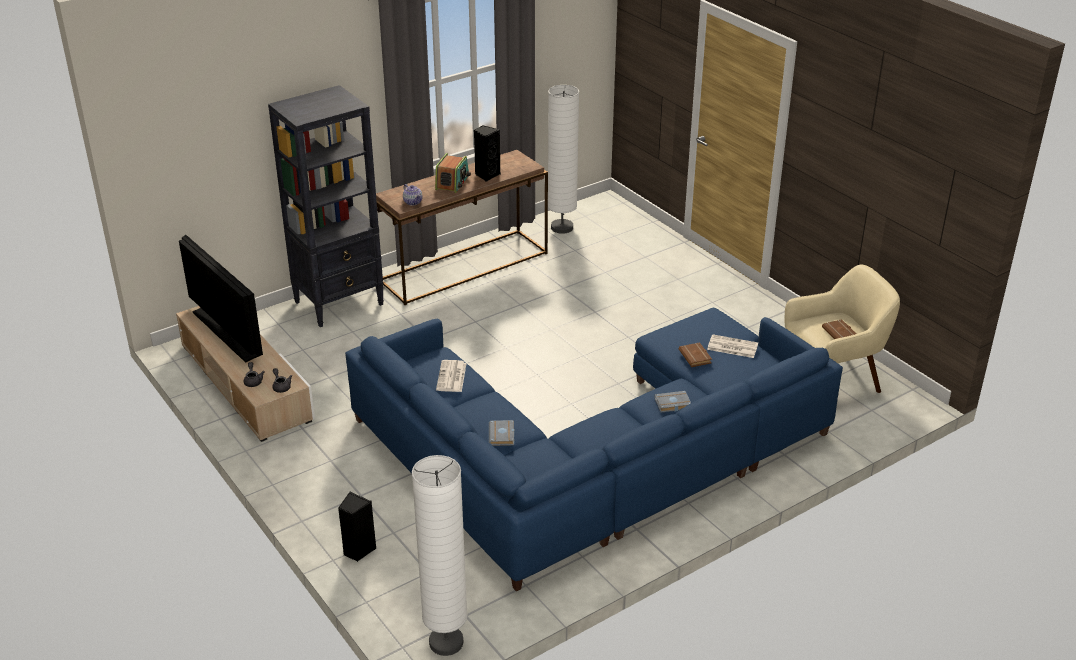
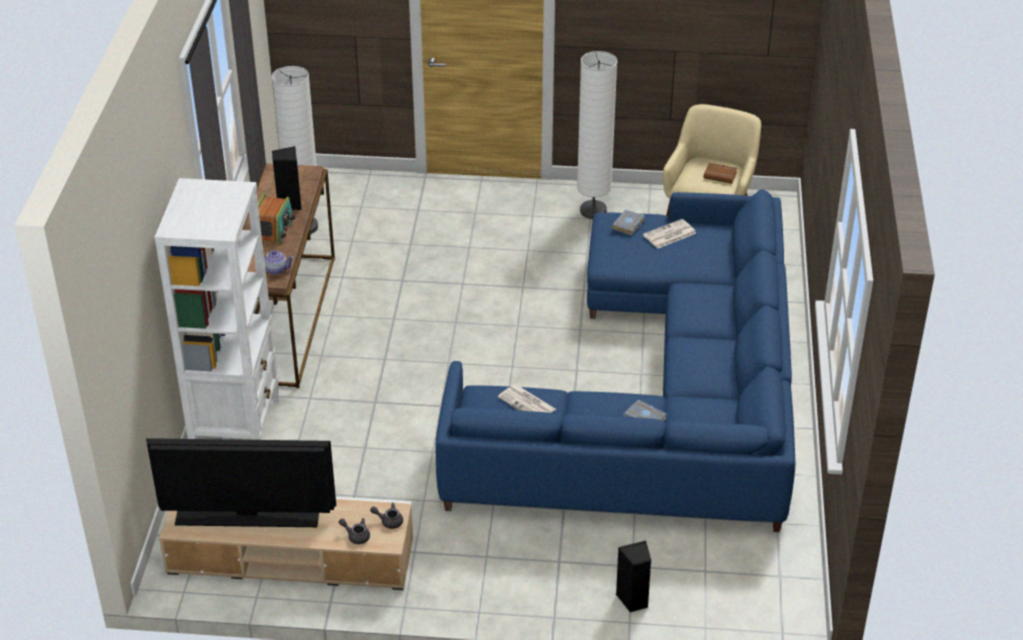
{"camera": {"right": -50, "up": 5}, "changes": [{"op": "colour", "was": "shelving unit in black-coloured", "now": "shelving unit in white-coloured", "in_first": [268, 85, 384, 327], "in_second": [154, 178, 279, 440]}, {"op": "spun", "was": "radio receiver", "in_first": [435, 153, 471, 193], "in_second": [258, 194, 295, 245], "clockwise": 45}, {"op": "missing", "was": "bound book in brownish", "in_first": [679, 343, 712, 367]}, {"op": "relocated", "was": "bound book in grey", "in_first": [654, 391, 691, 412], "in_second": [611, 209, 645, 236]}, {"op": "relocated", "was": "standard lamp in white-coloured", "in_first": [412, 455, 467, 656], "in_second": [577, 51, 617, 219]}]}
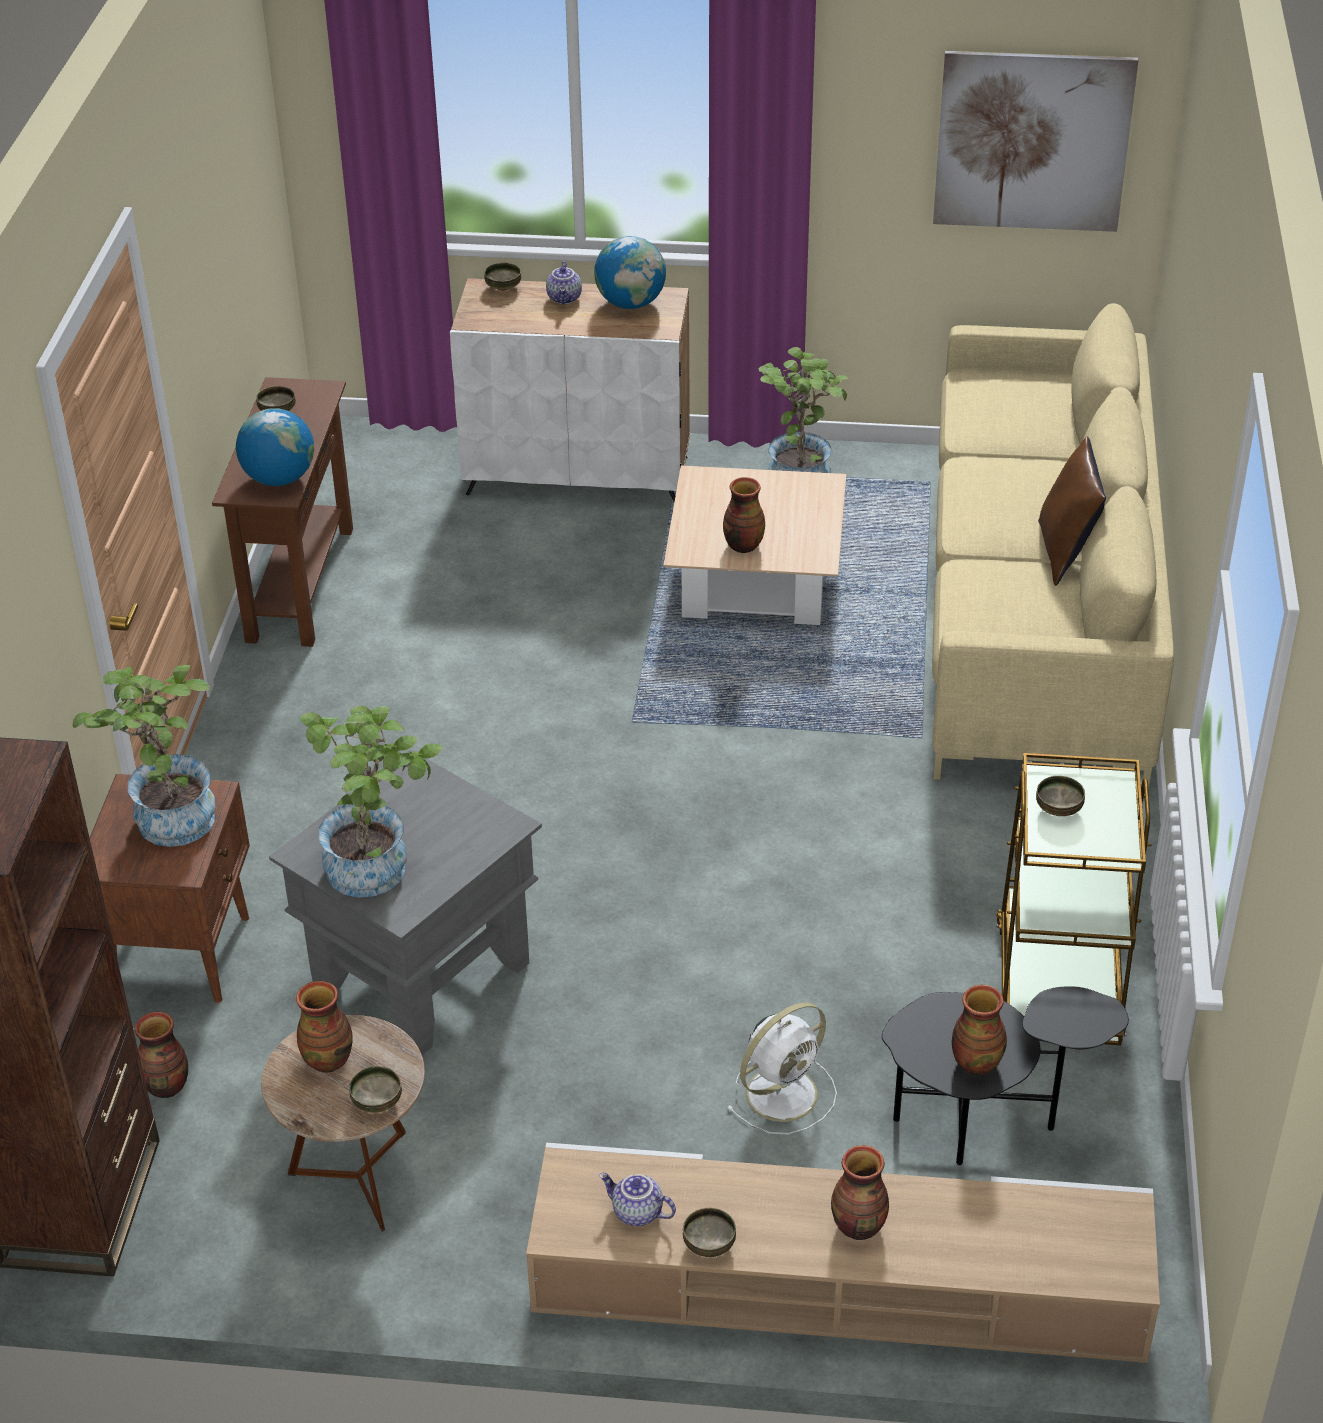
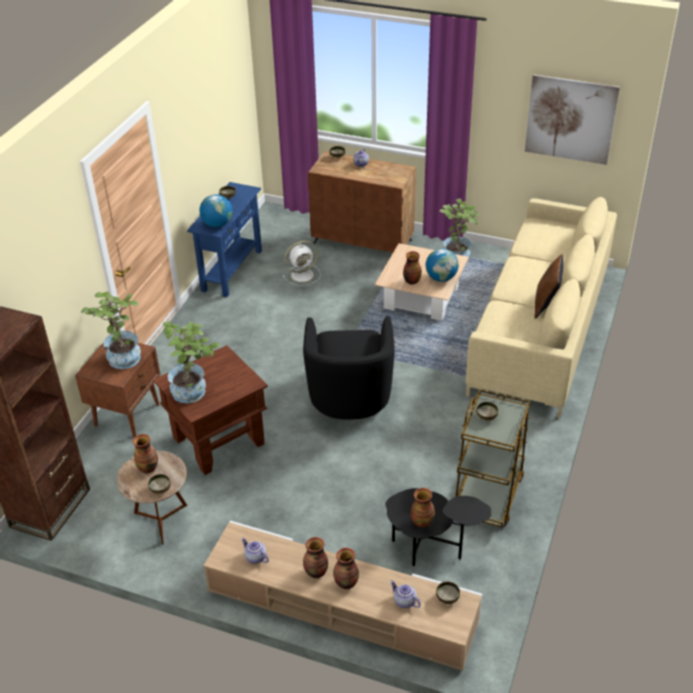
{"camera": {"right": 15, "up": 0}, "changes": [{"op": "relocated", "was": "desk globe", "in_first": [594, 236, 666, 309], "in_second": [426, 249, 458, 282]}, {"op": "colour", "was": "cabinet in white-coloured", "now": "cabinet in brownish", "in_first": [450, 278, 690, 501], "in_second": [308, 151, 416, 253]}, {"op": "colour", "was": "narrow table in brownish", "now": "narrow table in bluish", "in_first": [212, 377, 353, 647], "in_second": [187, 182, 262, 297]}, {"op": "colour", "was": "accent table in grey", "now": "accent table in brownish", "in_first": [269, 750, 542, 1056], "in_second": [153, 345, 268, 475]}, {"op": "relocated", "was": "fan in white-coloured", "in_first": [726, 1002, 837, 1135], "in_second": [283, 241, 321, 286]}, {"op": "relocated", "was": "vase", "in_first": [135, 1012, 188, 1098], "in_second": [303, 537, 328, 578]}, {"op": "relocated", "was": "deep dish", "in_first": [683, 1208, 736, 1257], "in_second": [436, 581, 460, 604]}, {"op": "appeared", "now": "armchair in black-coloured", "in_second": [303, 316, 395, 420]}, {"op": "appeared", "now": "tea pot", "in_second": [390, 581, 421, 608]}]}
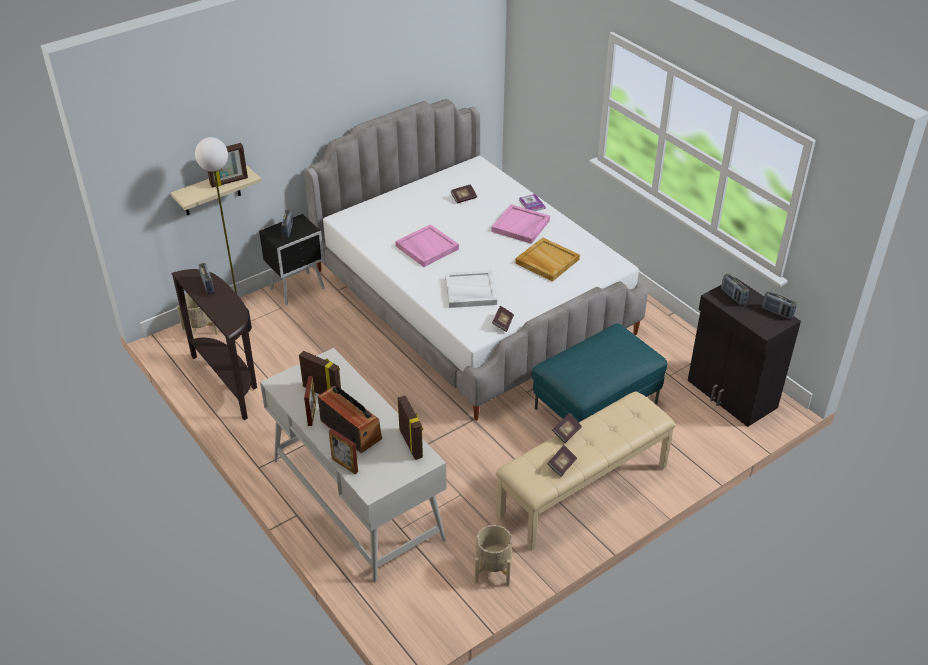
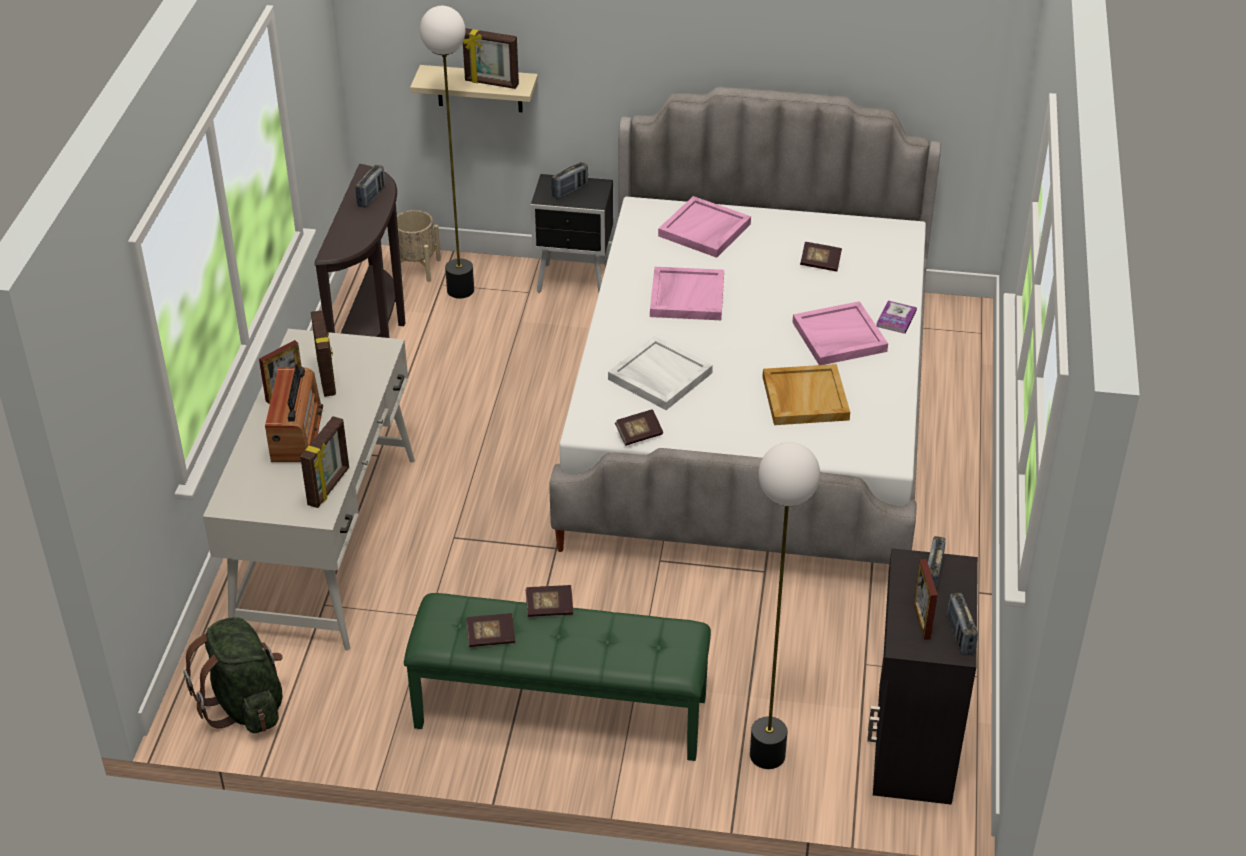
{"camera": {"right": 45, "up": 0}, "changes": [{"op": "missing", "was": "ottoman in turquoise-coloured", "in_first": [532, 324, 667, 422]}, {"op": "colour", "was": "indoor bench in beige-coloured", "now": "indoor bench in greenish", "in_first": [496, 391, 676, 551], "in_second": [404, 593, 711, 761]}, {"op": "relocated", "was": "standing frame", "in_first": [329, 429, 358, 474], "in_second": [913, 559, 938, 640]}, {"op": "missing", "was": "flower pot in beige-coloured", "in_first": [475, 525, 512, 586]}, {"op": "appeared", "now": "tray in pinkish", "in_second": [658, 196, 751, 258]}, {"op": "appeared", "now": "standard lamp", "in_second": [750, 442, 820, 769]}, {"op": "appeared", "now": "rucksack in greenish", "in_second": [184, 617, 283, 733]}]}
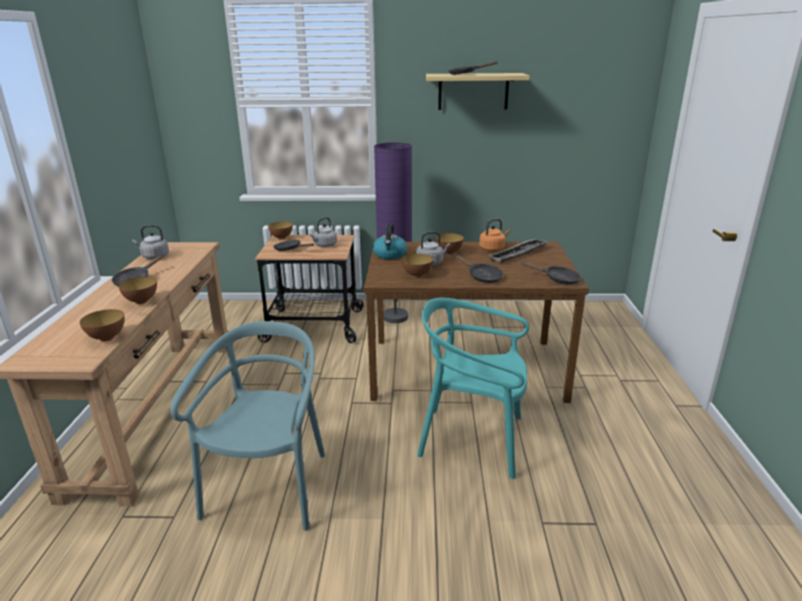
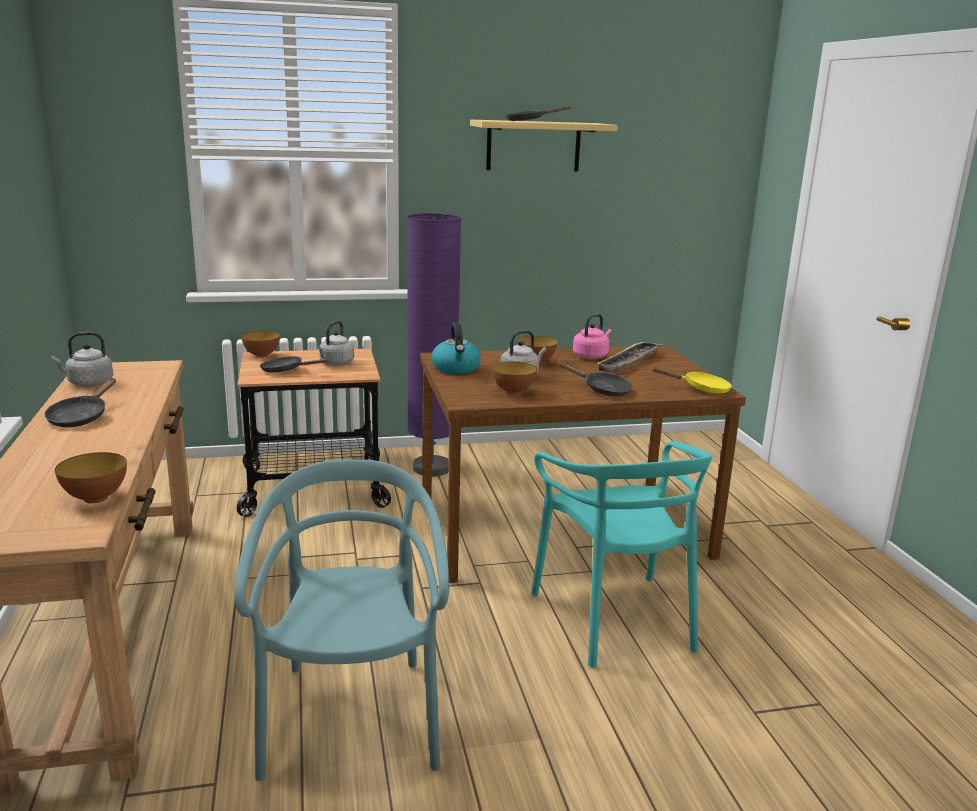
{"camera": {"right": -15, "up": -5}, "changes": [{"op": "colour", "was": "water kettle in orange-coloured", "now": "water kettle in pinkish", "in_first": [479, 218, 510, 251], "in_second": [573, 314, 612, 359]}, {"op": "colour", "was": "pan in black-coloured", "now": "pan in yellow-coloured", "in_first": [522, 262, 581, 285], "in_second": [651, 367, 732, 394]}, {"op": "missing", "was": "deep dish", "in_first": [119, 277, 157, 304]}, {"op": "spun", "was": "plain chair in turquoise-coloured", "in_first": [417, 298, 529, 479], "in_second": [531, 441, 713, 668], "clockwise": -105}]}
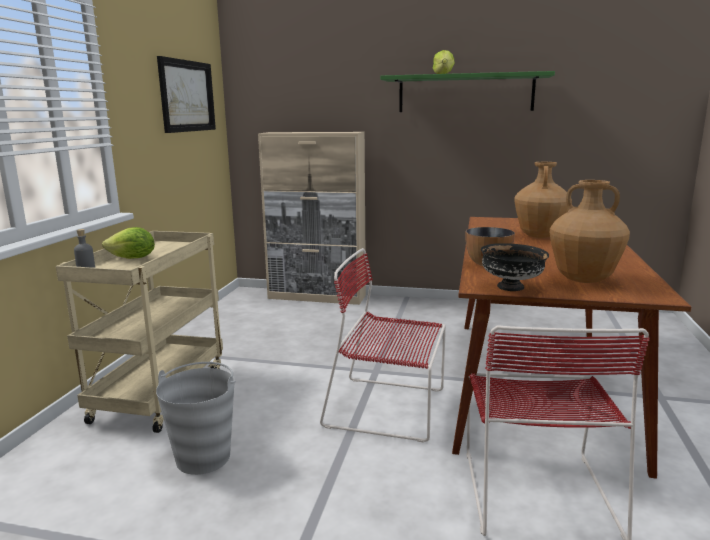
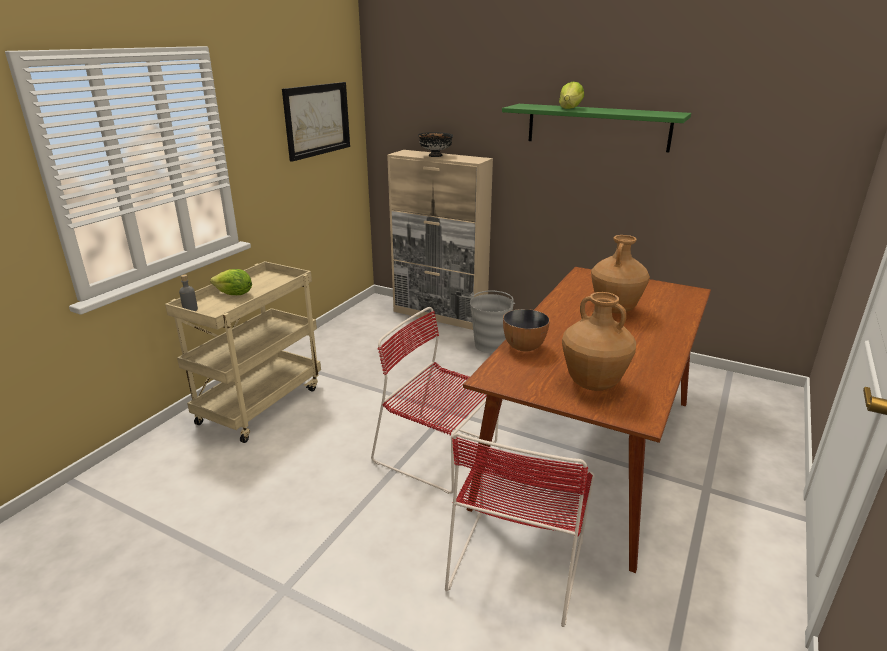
{"camera": {"right": 15, "up": 10}, "changes": [{"op": "relocated", "was": "deep dish in black-coloured", "in_first": [481, 243, 549, 291], "in_second": [418, 132, 453, 157]}, {"op": "relocated", "was": "pail in grey", "in_first": [156, 362, 236, 475], "in_second": [470, 291, 515, 353]}]}
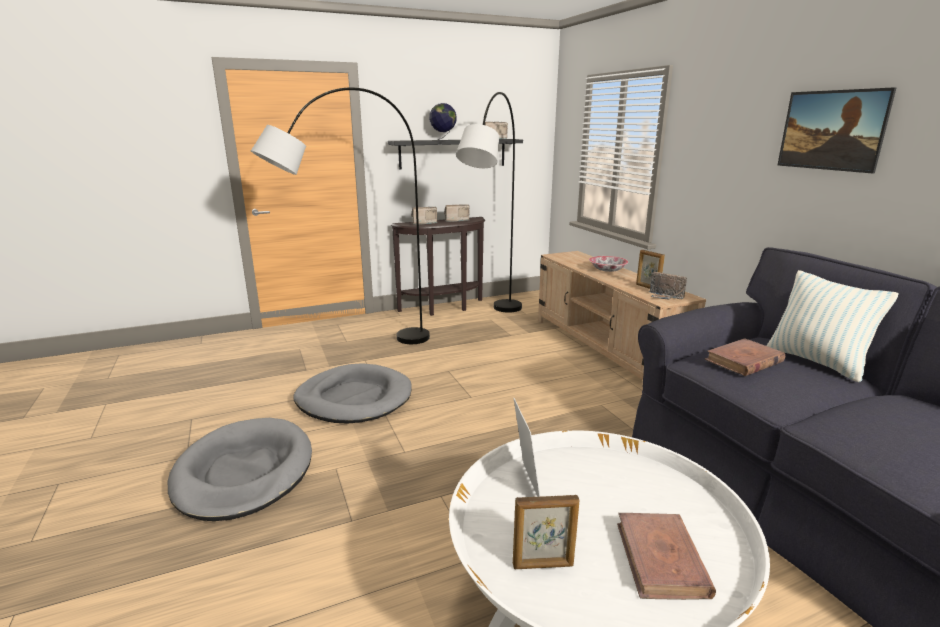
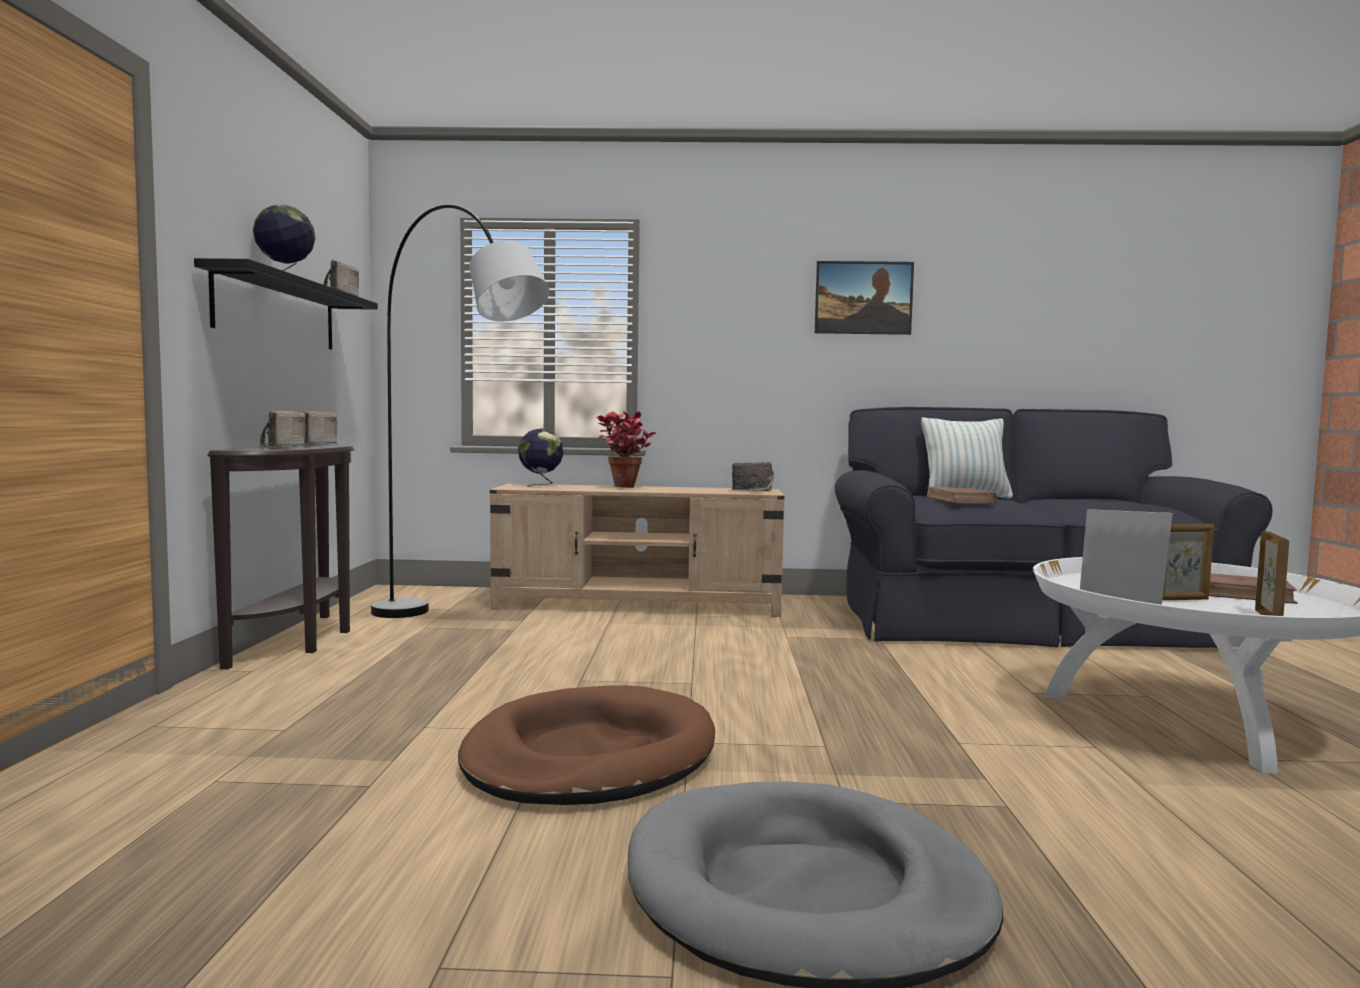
{"camera": {"right": -65, "up": -15}, "changes": [{"op": "missing", "was": "standard lamp in grey", "in_first": [251, 87, 430, 344]}, {"op": "relocated", "was": "standing frame", "in_first": [636, 250, 665, 289], "in_second": [1162, 524, 1214, 600]}, {"op": "exchanged", "was": "deep dish", "now": "potted plant", "in_first": [589, 256, 628, 272], "in_second": [597, 411, 656, 488]}, {"op": "colour", "was": "dog bed in grey", "now": "dog bed in brownish", "in_first": [293, 363, 411, 423], "in_second": [458, 685, 715, 805]}, {"op": "appeared", "now": "desk globe", "in_second": [518, 429, 563, 487]}]}
